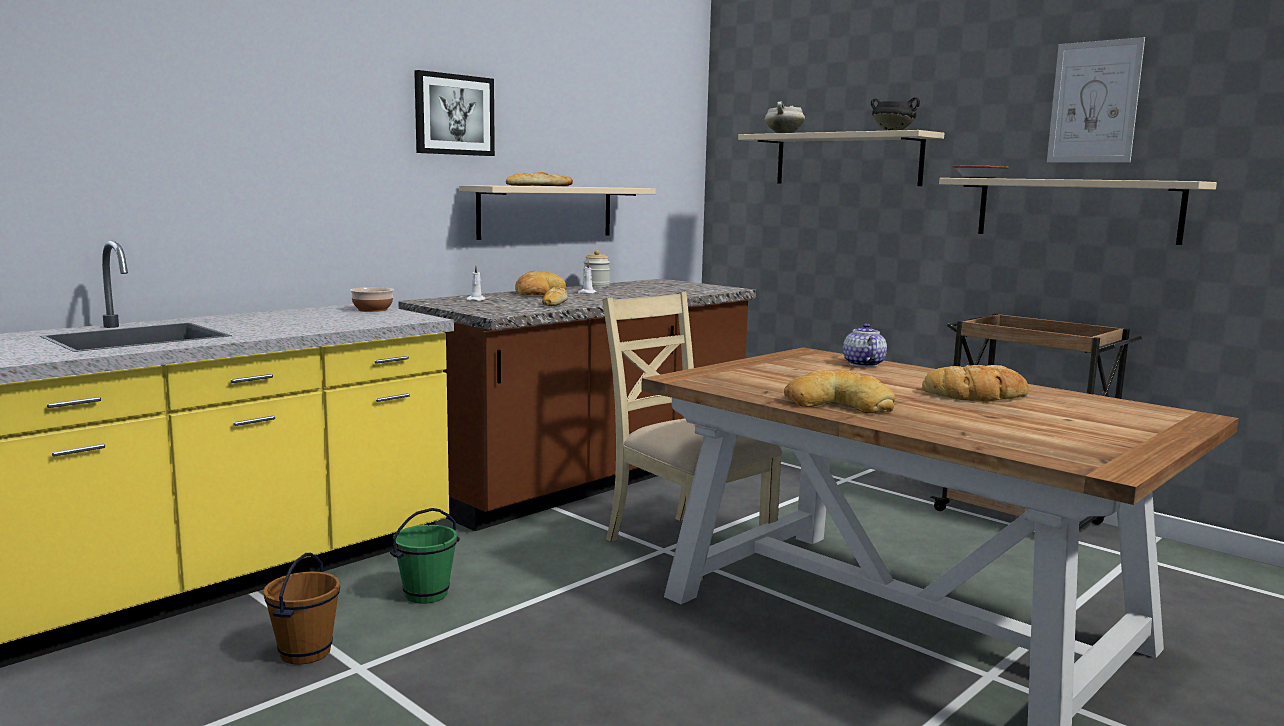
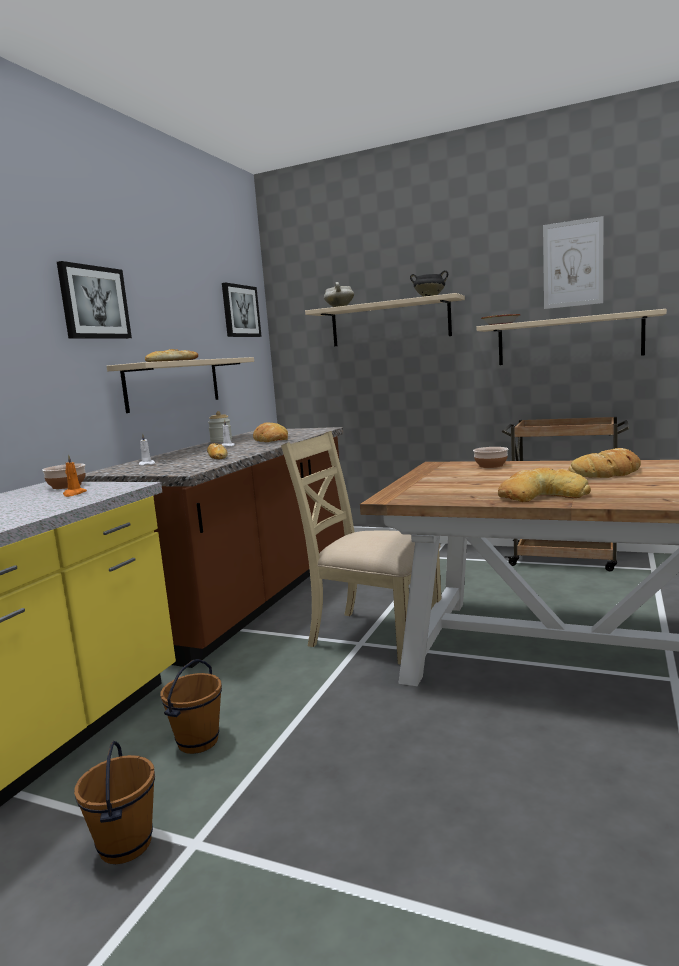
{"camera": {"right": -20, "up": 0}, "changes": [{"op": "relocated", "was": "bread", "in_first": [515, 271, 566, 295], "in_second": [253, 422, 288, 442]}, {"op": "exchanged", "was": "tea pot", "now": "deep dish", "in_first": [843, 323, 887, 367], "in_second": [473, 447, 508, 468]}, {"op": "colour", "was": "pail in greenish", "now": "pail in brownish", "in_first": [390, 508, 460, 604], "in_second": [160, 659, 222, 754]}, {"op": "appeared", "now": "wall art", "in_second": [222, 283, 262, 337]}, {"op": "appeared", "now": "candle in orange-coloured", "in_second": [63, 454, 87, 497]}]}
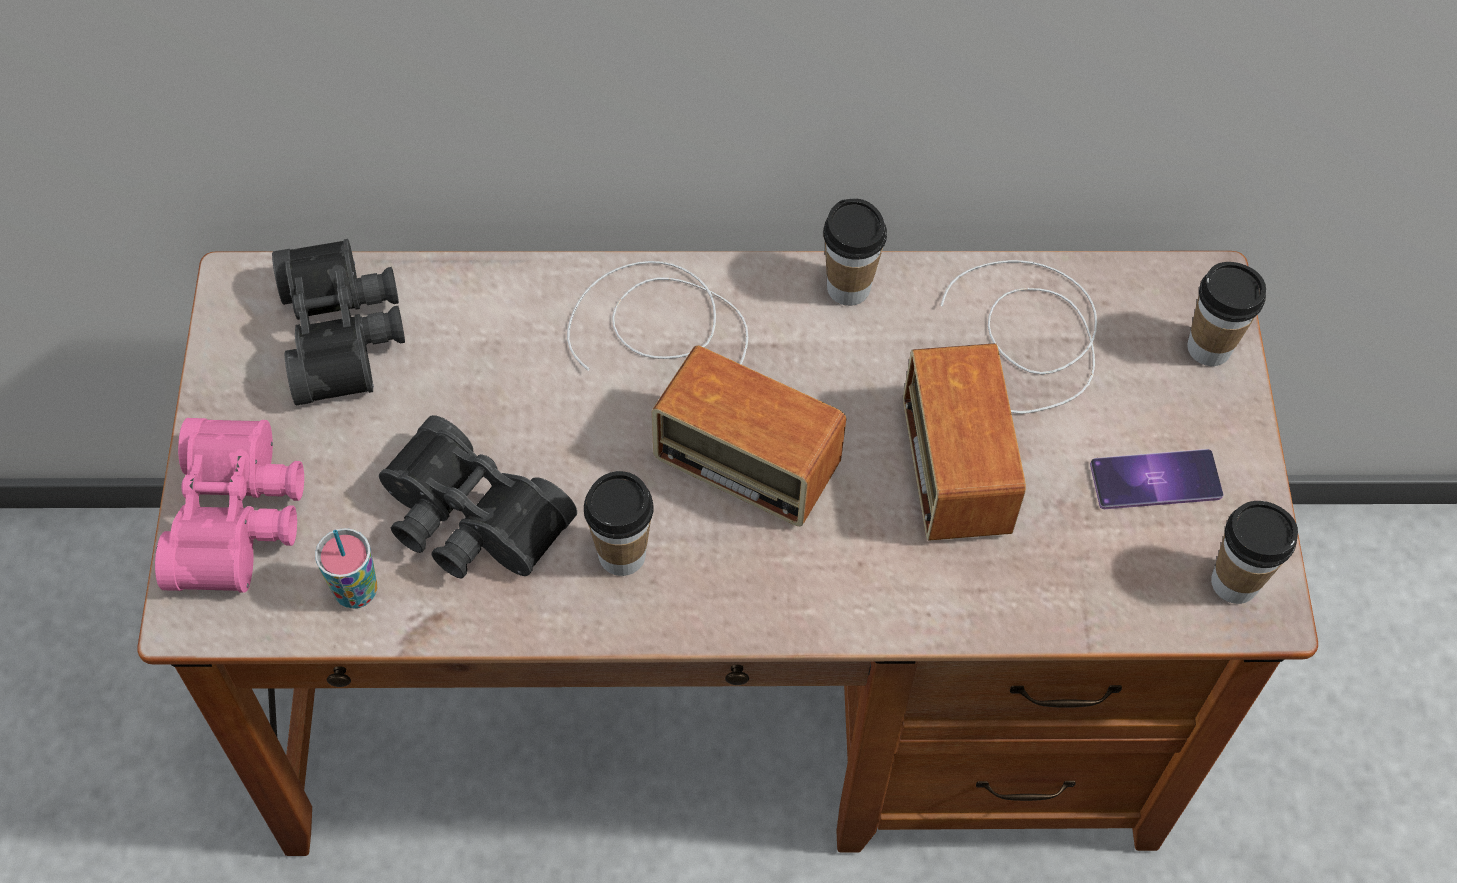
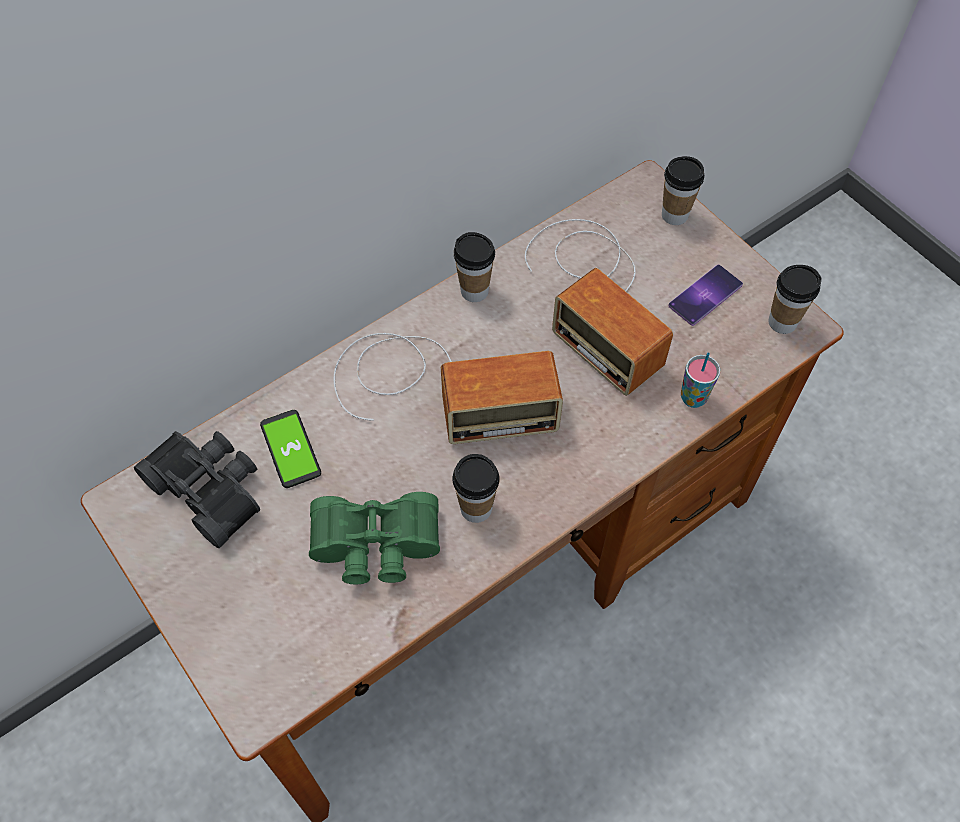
{"camera": {"right": -35, "up": 0}, "changes": [{"op": "colour", "was": "binoculars in black-coloured", "now": "binoculars in greenish", "in_first": [379, 415, 577, 579], "in_second": [309, 492, 440, 585]}, {"op": "missing", "was": "binoculars in pinkish", "in_first": [155, 418, 304, 593]}, {"op": "relocated", "was": "drinking cup", "in_first": [315, 528, 378, 609], "in_second": [681, 352, 720, 408]}, {"op": "appeared", "now": "handset", "in_second": [260, 410, 321, 488]}]}
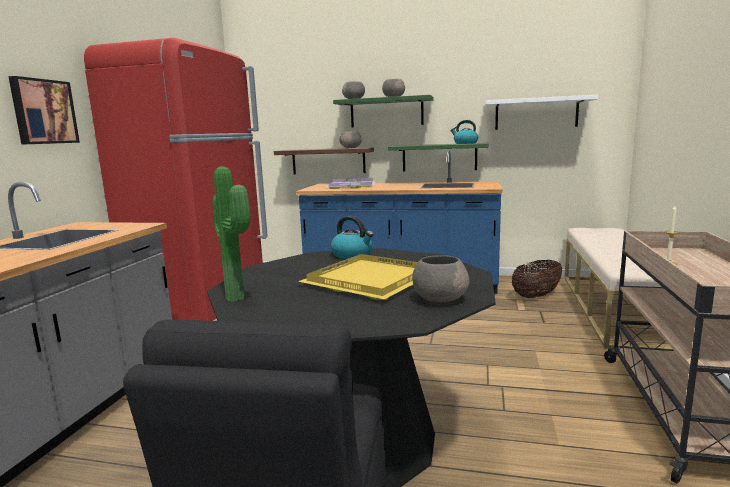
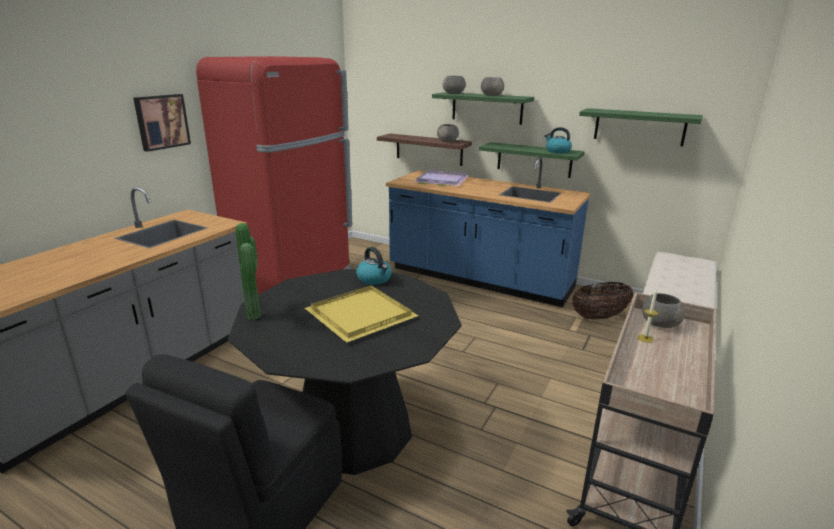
{"camera": {"right": 15, "up": 10}, "changes": [{"op": "colour", "was": "shelf in white-coloured", "now": "shelf in greenish", "in_first": [485, 95, 598, 130], "in_second": [579, 108, 703, 146]}, {"op": "relocated", "was": "deep dish in grey", "in_first": [412, 255, 469, 302], "in_second": [642, 293, 685, 328]}]}
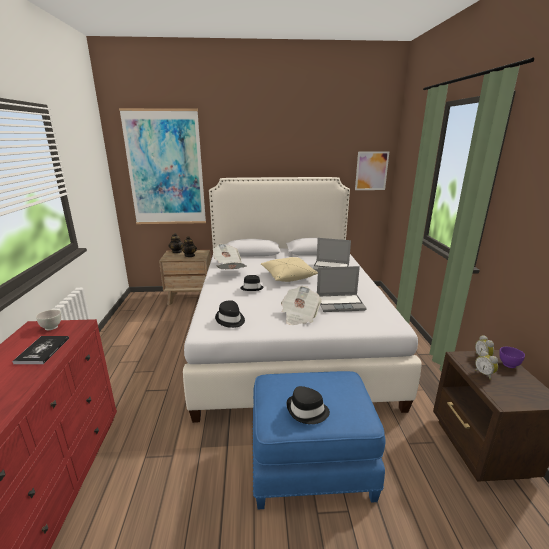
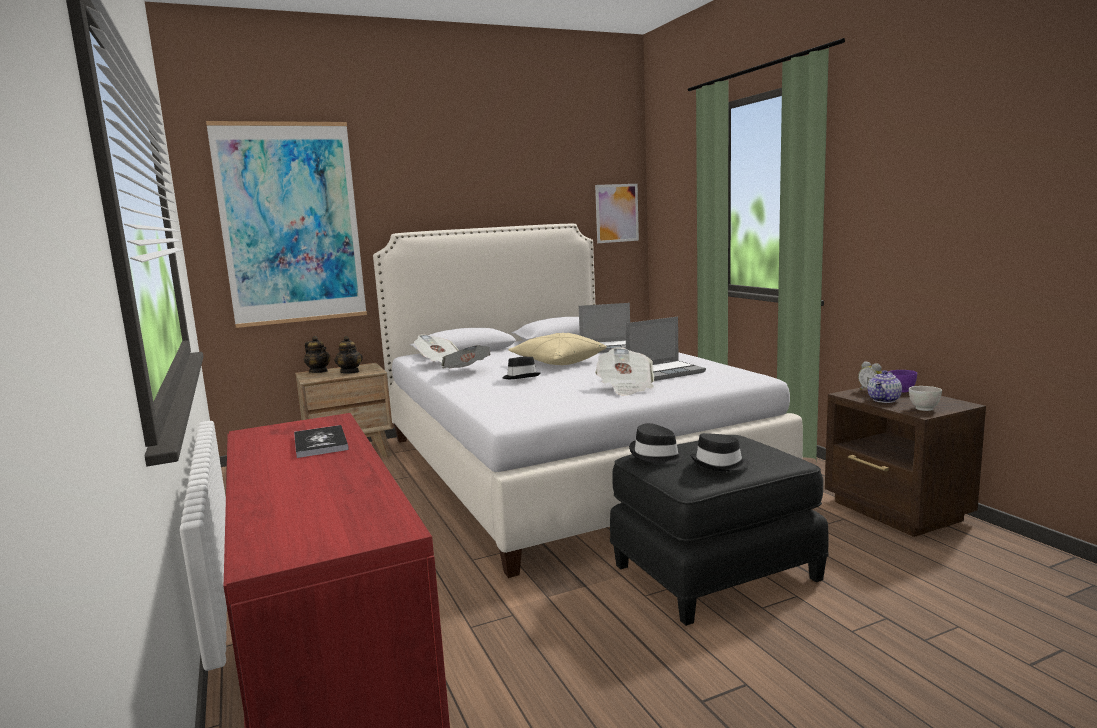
{"camera": {"right": -20, "up": -10}, "changes": [{"op": "relocated", "was": "wearable hat in black-coloured", "in_first": [215, 300, 245, 328], "in_second": [629, 423, 686, 464]}, {"op": "relocated", "was": "deep dish in white-coloured", "in_first": [36, 309, 61, 330], "in_second": [909, 386, 942, 411]}, {"op": "exchanged", "was": "table clock", "now": "tea pot", "in_first": [475, 351, 498, 379], "in_second": [868, 370, 902, 403]}, {"op": "colour", "was": "ottoman in bluish", "now": "ottoman in black-coloured", "in_first": [253, 371, 386, 509], "in_second": [610, 435, 829, 626]}]}
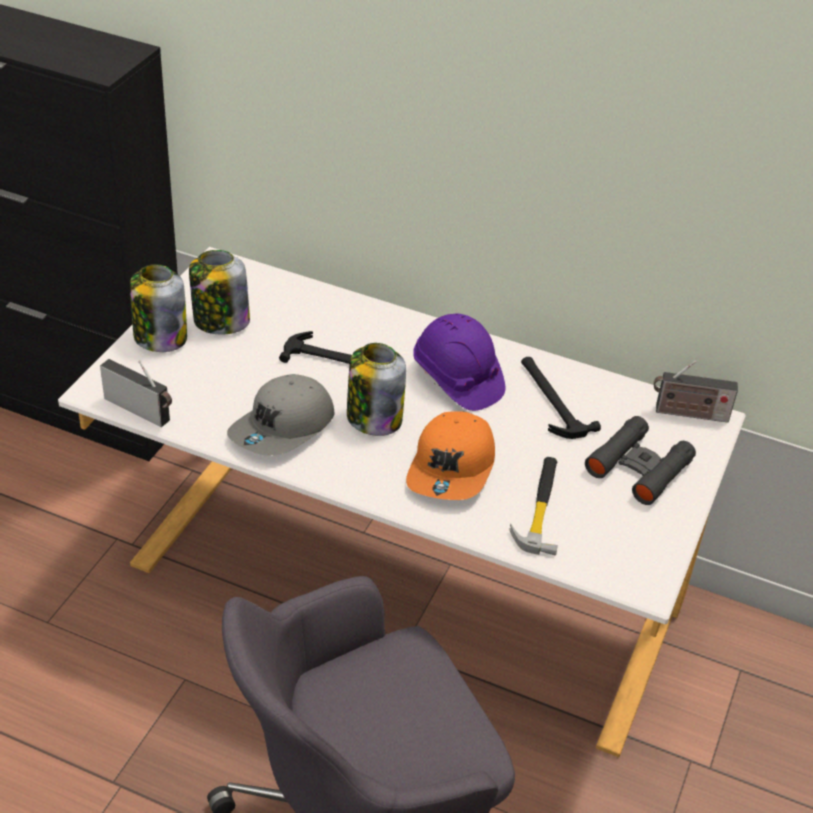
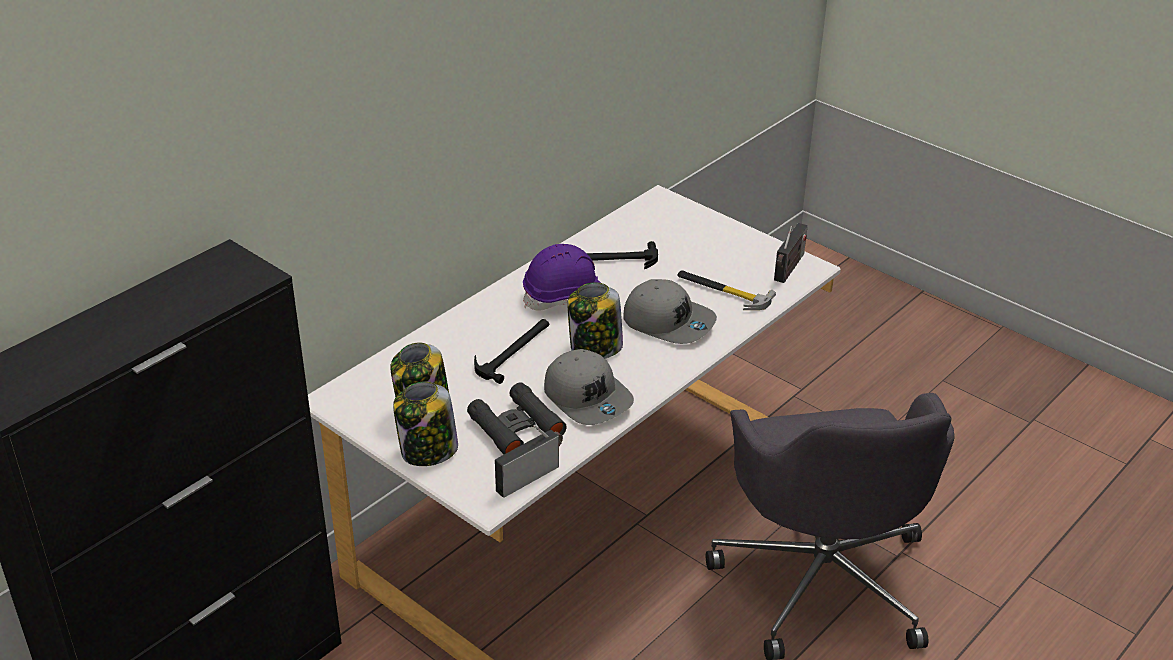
{"camera": {"right": -70, "up": -5}, "changes": [{"op": "relocated", "was": "radio receiver", "in_first": [654, 361, 738, 423], "in_second": [774, 223, 808, 283]}, {"op": "colour", "was": "cap in orange-coloured", "now": "cap in grey", "in_first": [406, 411, 495, 500], "in_second": [623, 279, 717, 344]}, {"op": "relocated", "was": "binoculars in black-coloured", "in_first": [585, 416, 696, 505], "in_second": [467, 382, 567, 454]}]}
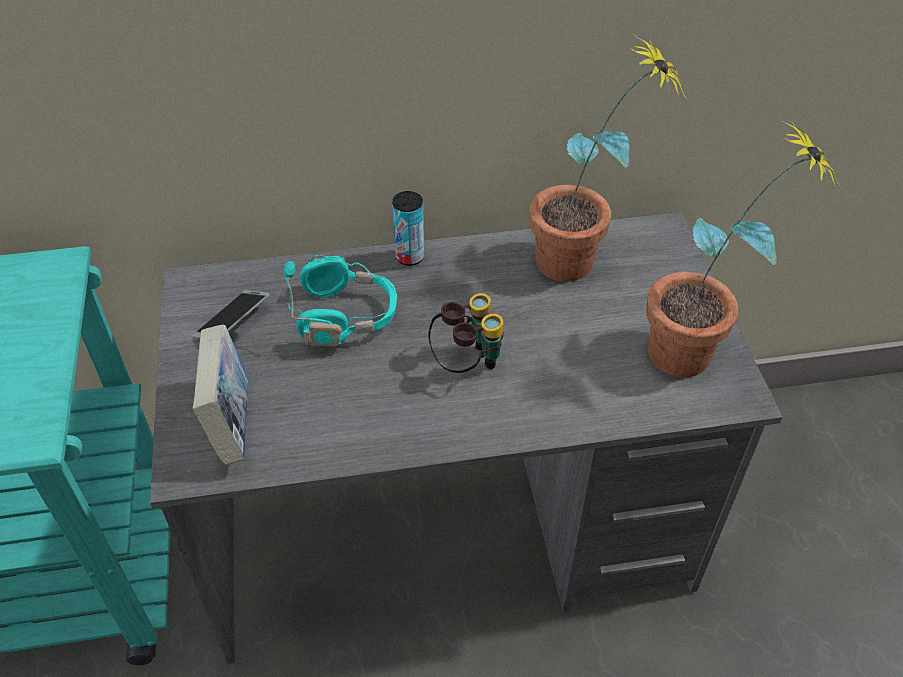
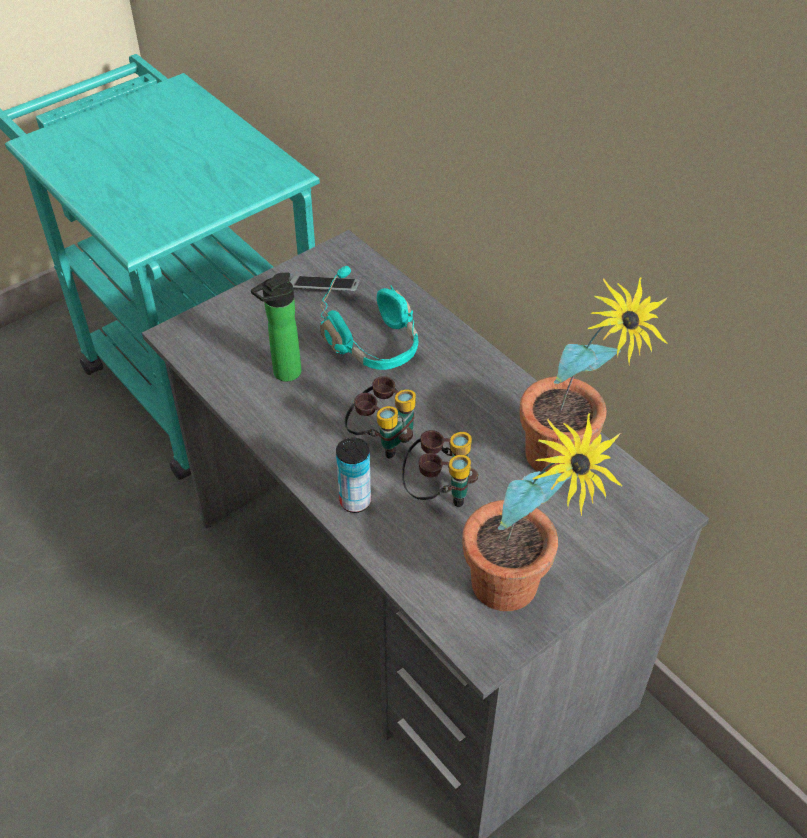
{"camera": {"right": 60, "up": 0}, "changes": [{"op": "relocated", "was": "can", "in_first": [392, 191, 424, 266], "in_second": [336, 437, 371, 513]}, {"op": "missing", "was": "bound book", "in_first": [192, 325, 248, 465]}, {"op": "appeared", "now": "drink bottle", "in_second": [251, 272, 301, 382]}, {"op": "appeared", "now": "binoculars", "in_second": [402, 430, 478, 507]}]}
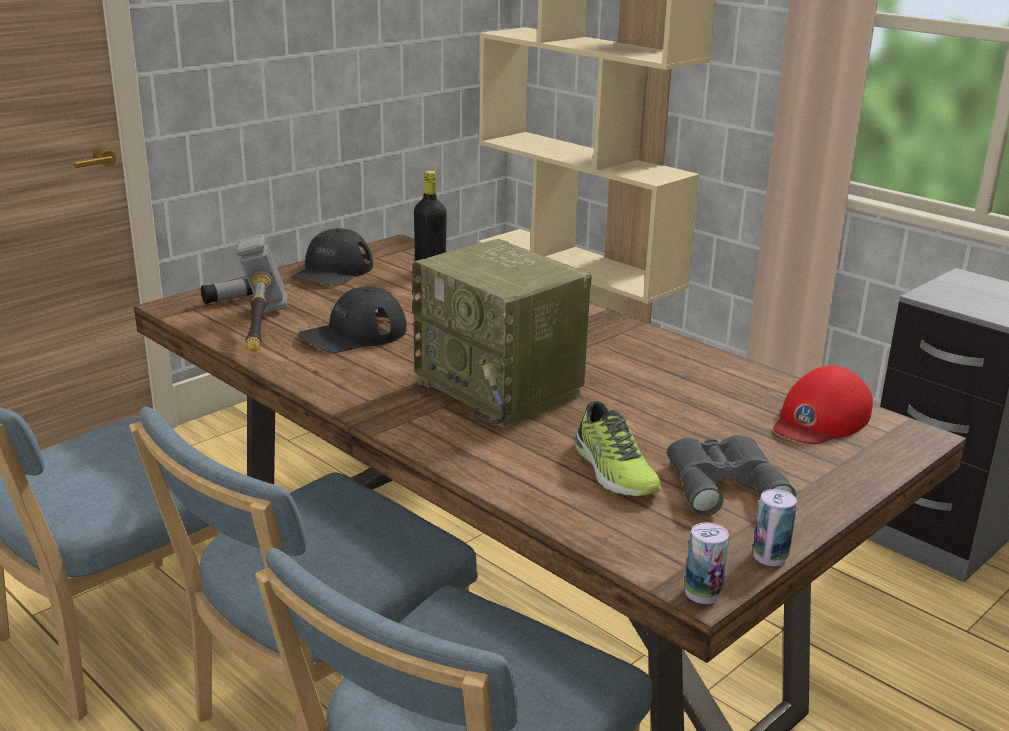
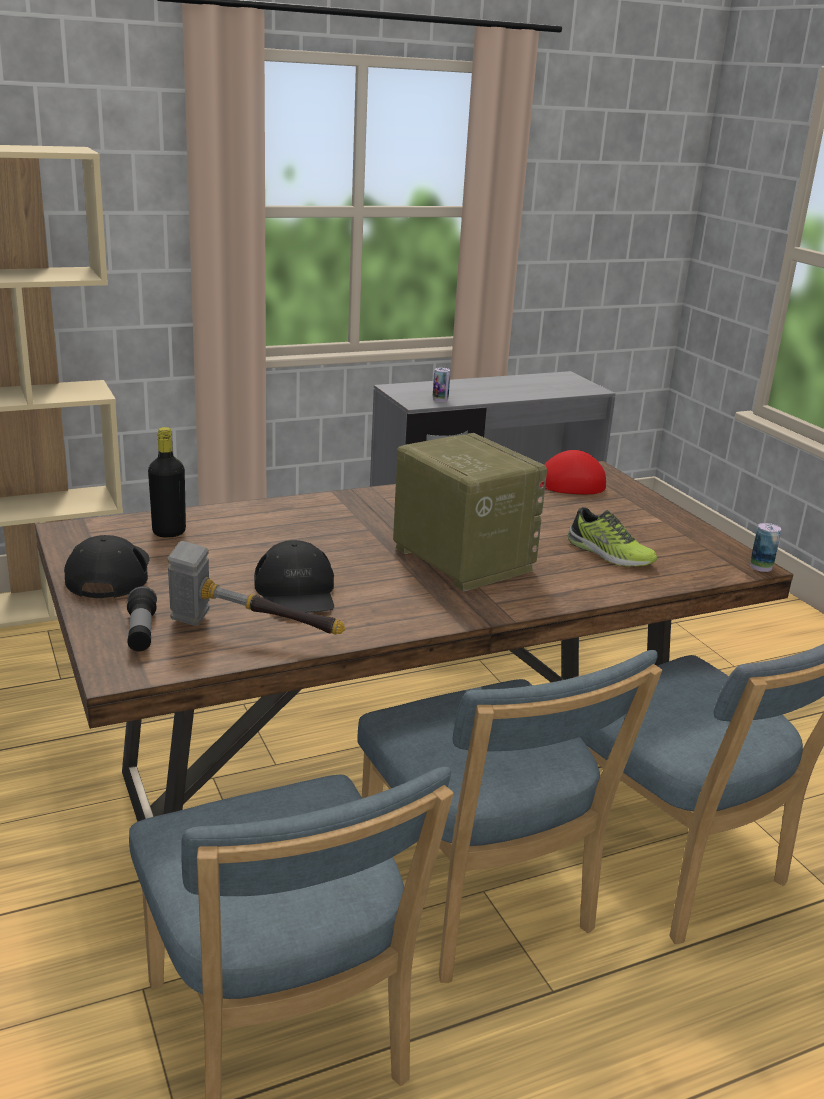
{"camera": {"right": -70, "up": 0}, "changes": [{"op": "spun", "was": "cap in black-coloured", "in_first": [291, 228, 373, 286], "in_second": [64, 535, 150, 598], "clockwise": -135}, {"op": "spun", "was": "radio receiver", "in_first": [413, 239, 591, 428], "in_second": [393, 433, 547, 592], "clockwise": -105}, {"op": "spun", "was": "cap in red-coloured", "in_first": [773, 365, 873, 444], "in_second": [540, 450, 606, 494], "clockwise": 120}, {"op": "spun", "was": "shoe", "in_first": [575, 401, 662, 496], "in_second": [568, 507, 657, 567], "clockwise": 45}, {"op": "missing", "was": "binoculars in grey", "in_first": [667, 435, 796, 516]}, {"op": "relocated", "was": "can", "in_first": [753, 489, 797, 566], "in_second": [433, 368, 450, 402]}]}
